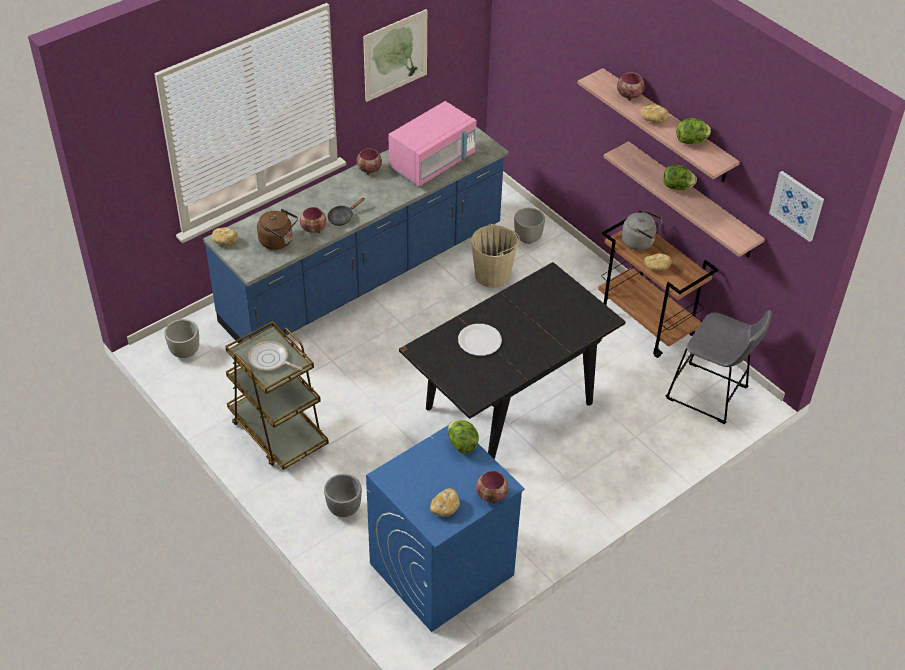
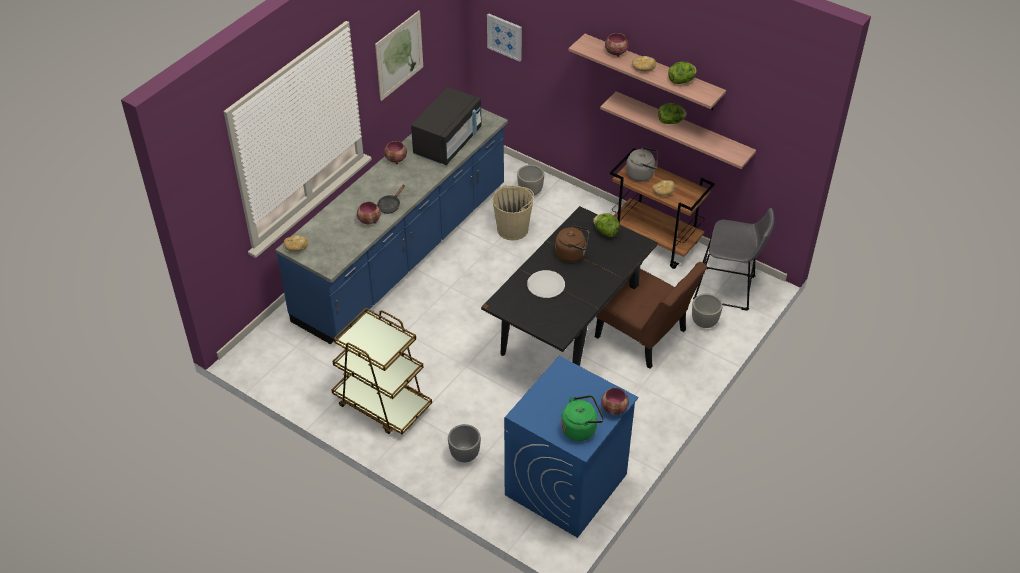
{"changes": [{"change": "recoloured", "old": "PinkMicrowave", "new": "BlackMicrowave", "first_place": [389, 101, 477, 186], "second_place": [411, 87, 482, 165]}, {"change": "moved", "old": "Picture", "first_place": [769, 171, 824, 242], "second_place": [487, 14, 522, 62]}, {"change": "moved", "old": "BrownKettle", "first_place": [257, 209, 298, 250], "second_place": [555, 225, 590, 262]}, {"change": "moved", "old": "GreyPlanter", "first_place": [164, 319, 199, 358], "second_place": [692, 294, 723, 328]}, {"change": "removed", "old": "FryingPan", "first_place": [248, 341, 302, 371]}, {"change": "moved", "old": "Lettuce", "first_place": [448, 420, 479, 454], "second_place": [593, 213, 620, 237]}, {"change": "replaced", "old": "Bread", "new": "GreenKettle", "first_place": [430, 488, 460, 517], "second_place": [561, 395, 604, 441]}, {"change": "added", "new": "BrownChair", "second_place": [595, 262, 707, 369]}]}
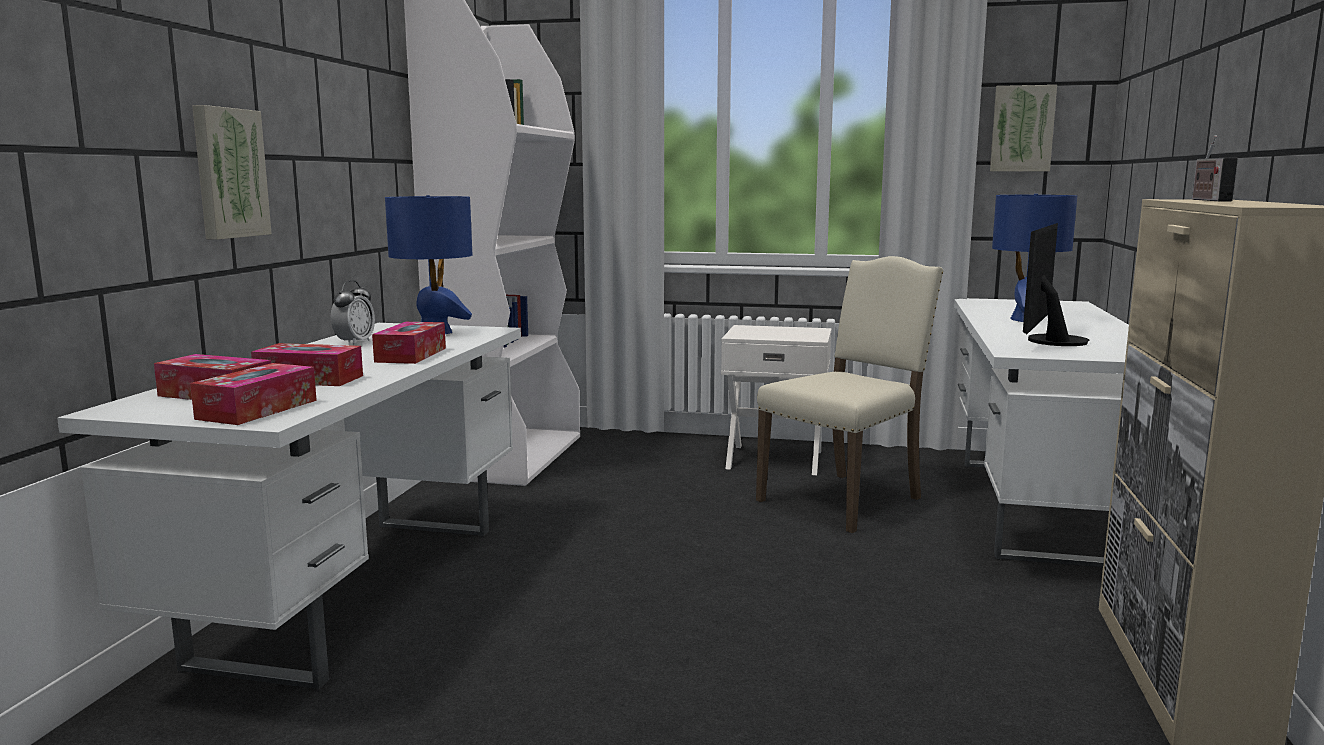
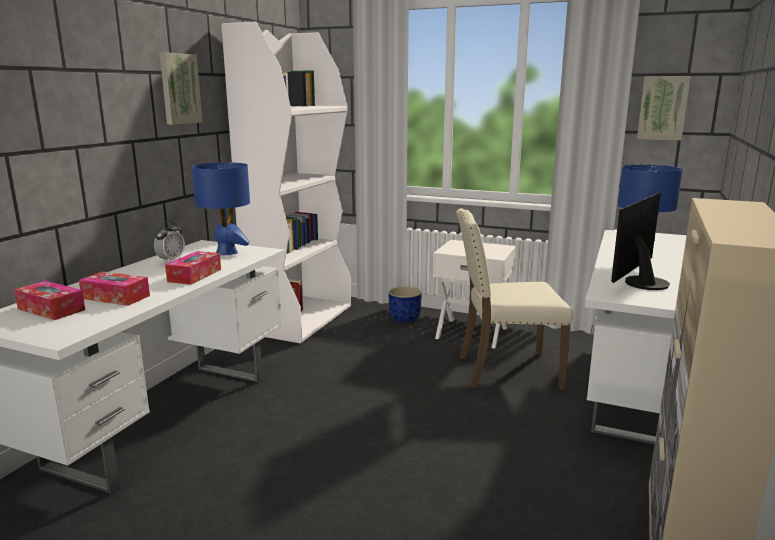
{"changes": [{"change": "moved", "old": "Picture", "first_place": [192, 105, 272, 240], "second_place": [159, 52, 203, 125]}, {"change": "removed", "old": "Radio", "first_place": [1192, 136, 1238, 201]}, {"change": "turned", "old": "BeigeChair", "first_place": [756, 256, 944, 533], "second_place": [456, 208, 574, 389], "degrees": -150}, {"change": "removed", "old": "TissueBox", "first_place": [190, 363, 317, 425]}, {"change": "added", "new": "BluePlanter", "second_place": [389, 286, 422, 323]}]}
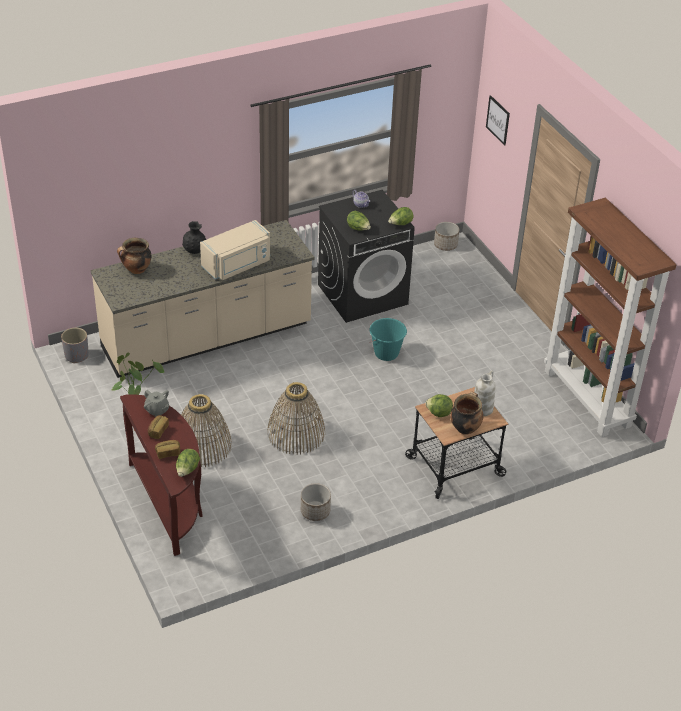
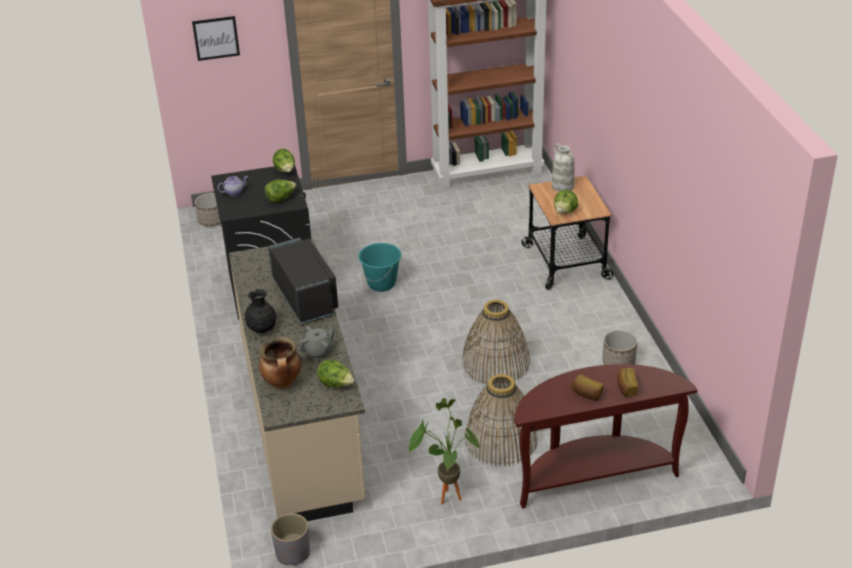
{"changes": [{"change": "recoloured", "old": "BeigeMicrowave", "new": "BlackMicrowave", "first_place": [200, 220, 270, 280], "second_place": [268, 237, 338, 324]}, {"change": "moved", "old": "GreyTeapot", "first_place": [144, 390, 169, 417], "second_place": [298, 326, 335, 360]}, {"change": "removed", "old": "CookingPot", "first_place": [450, 391, 483, 435]}, {"change": "moved", "old": "Lettuce", "first_place": [176, 449, 200, 477], "second_place": [317, 359, 355, 388]}]}
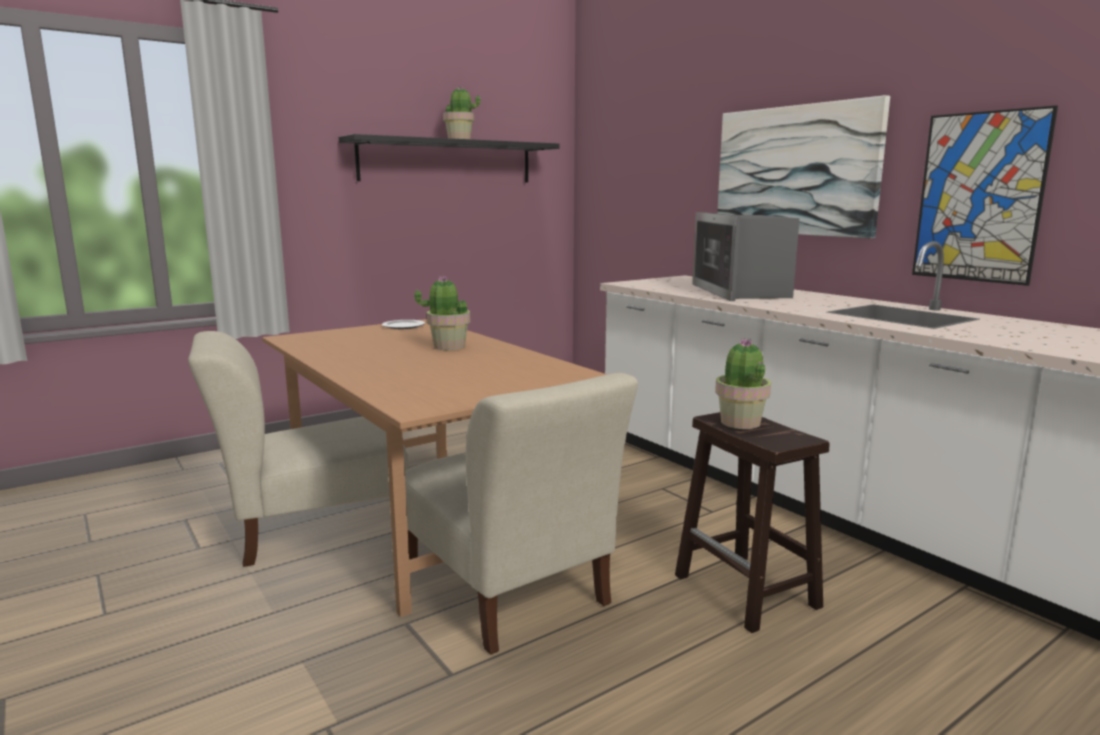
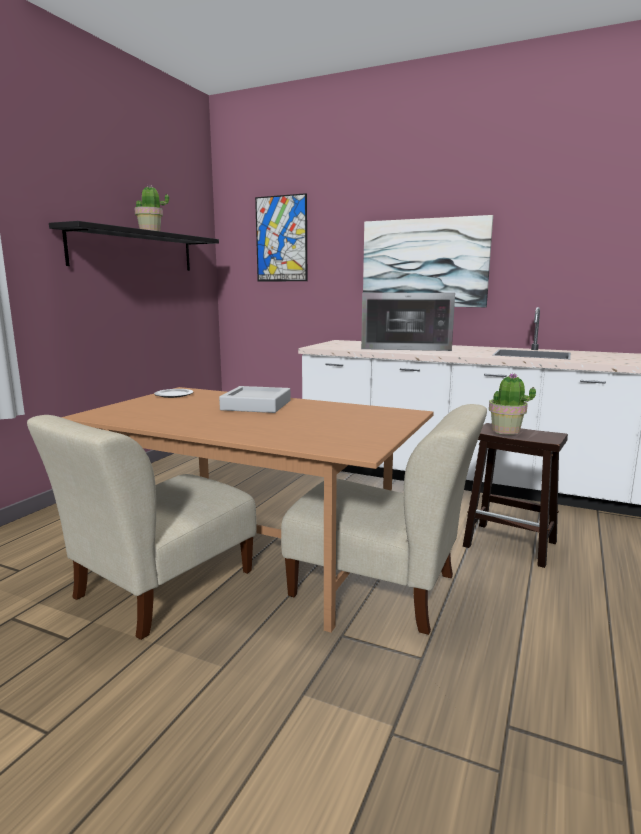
{"changes": [{"change": "moved", "old": "Picture", "first_place": [912, 105, 1058, 286], "second_place": [255, 193, 307, 281]}, {"change": "turned", "old": "Microwave", "first_place": [692, 212, 800, 301], "second_place": [361, 293, 455, 351], "degrees": -45}, {"change": "replaced", "old": "PottedPlant", "new": "GreyTray", "first_place": [414, 276, 470, 350], "second_place": [219, 386, 290, 413]}]}
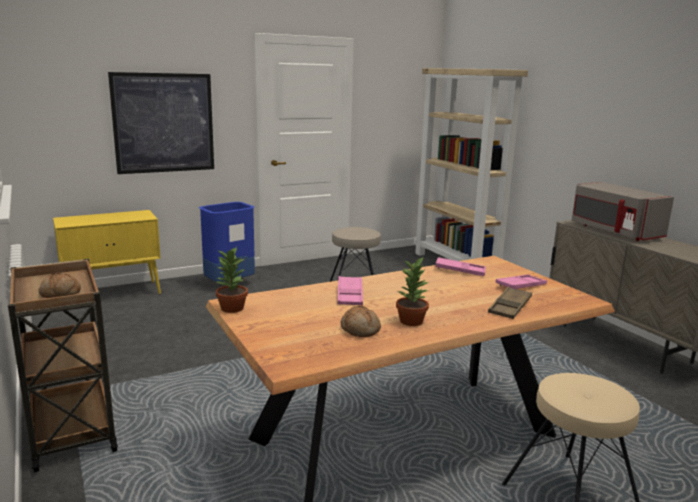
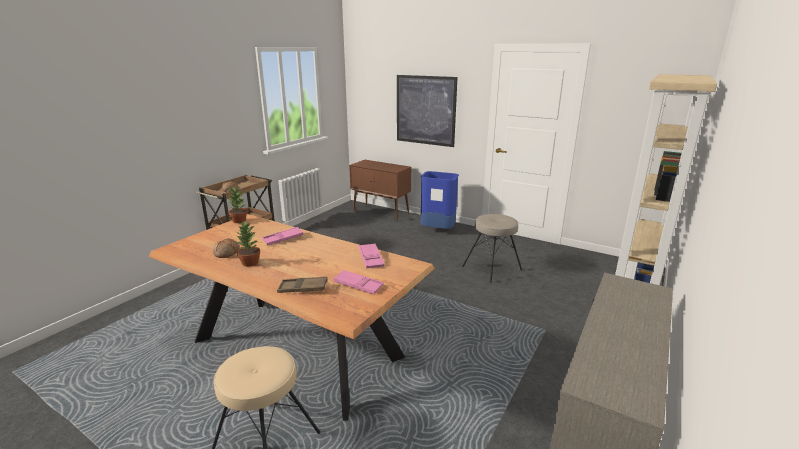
{"changes": [{"change": "removed", "old": "GreyMicrowave", "first_place": [572, 182, 674, 241]}, {"change": "recoloured", "old": "YellowCabinet", "new": "BrownCabinet", "first_place": [53, 210, 161, 294], "second_place": [349, 160, 411, 221]}]}
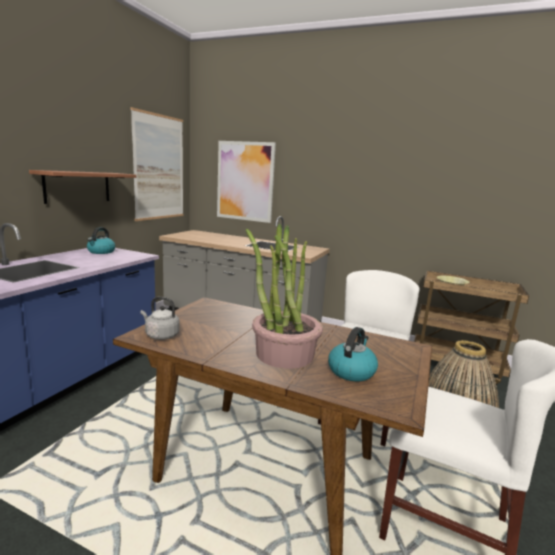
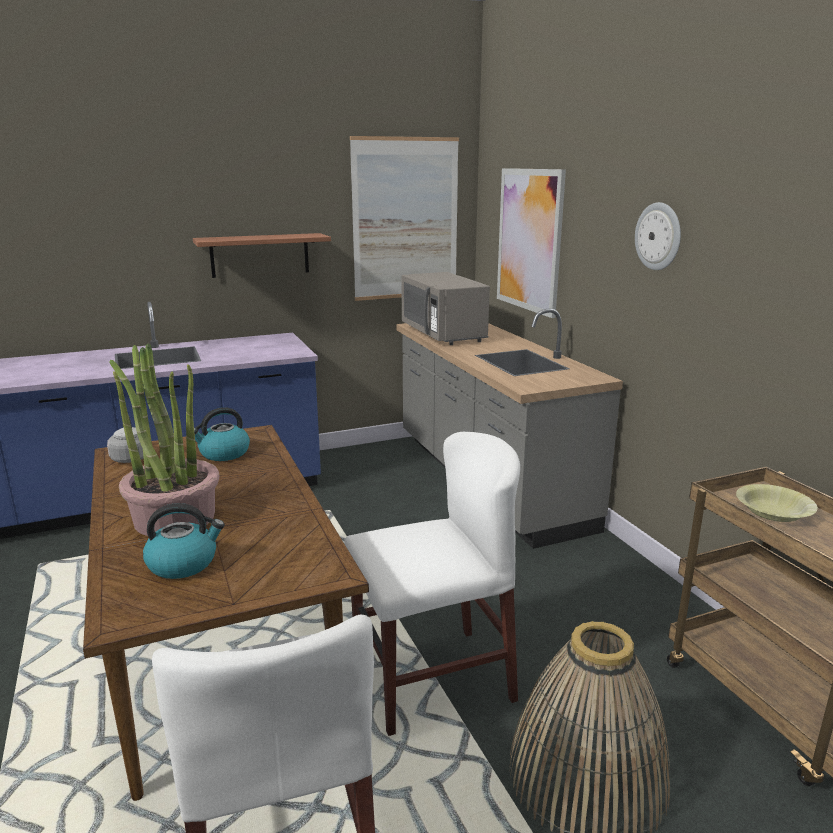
{"changes": [{"change": "moved", "old": "Kettle", "first_place": [87, 227, 115, 254], "second_place": [194, 407, 250, 461]}, {"change": "added", "new": "WallClock", "second_place": [635, 202, 681, 270]}, {"change": "added", "new": "GreyMicrowave", "second_place": [401, 272, 490, 345]}]}
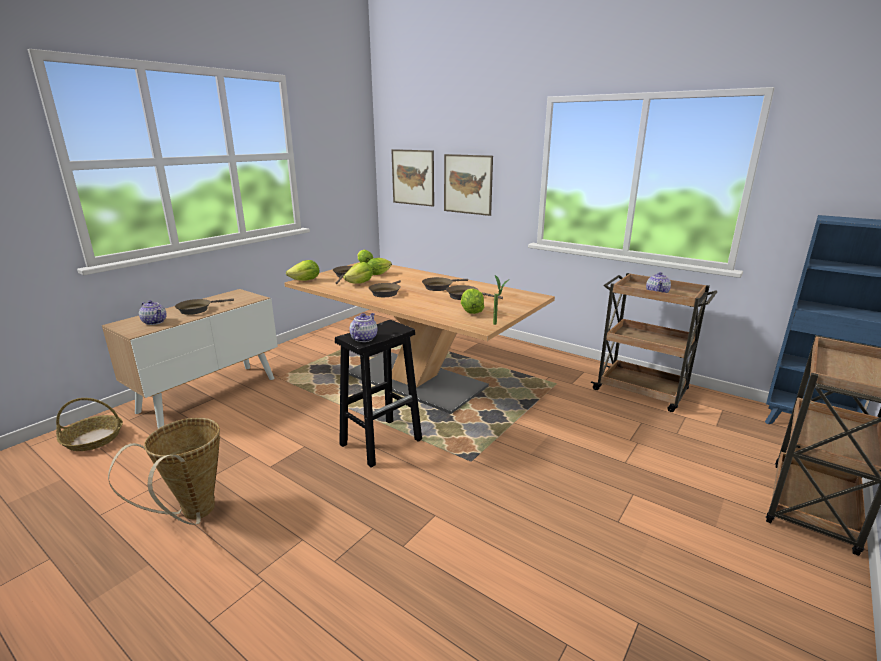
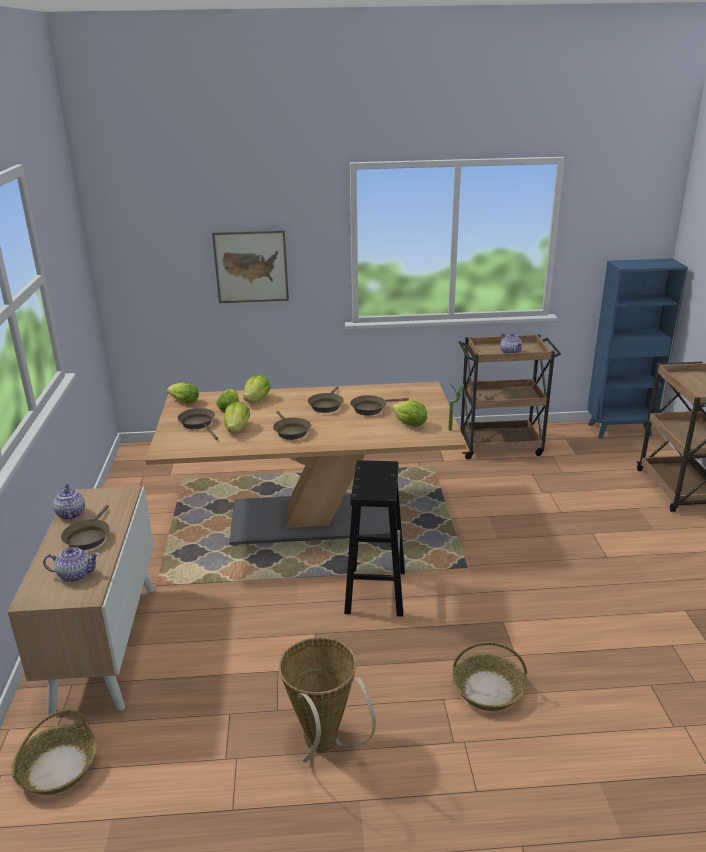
{"changes": [{"change": "removed", "old": "Picture", "first_place": [391, 149, 434, 207]}, {"change": "moved", "old": "Lettuce", "first_place": [286, 260, 319, 281], "second_place": [243, 375, 270, 402]}, {"change": "moved", "old": "Teapot", "first_place": [350, 313, 378, 342], "second_place": [53, 484, 85, 520]}, {"change": "added", "new": "Basket", "second_place": [453, 642, 527, 711]}]}
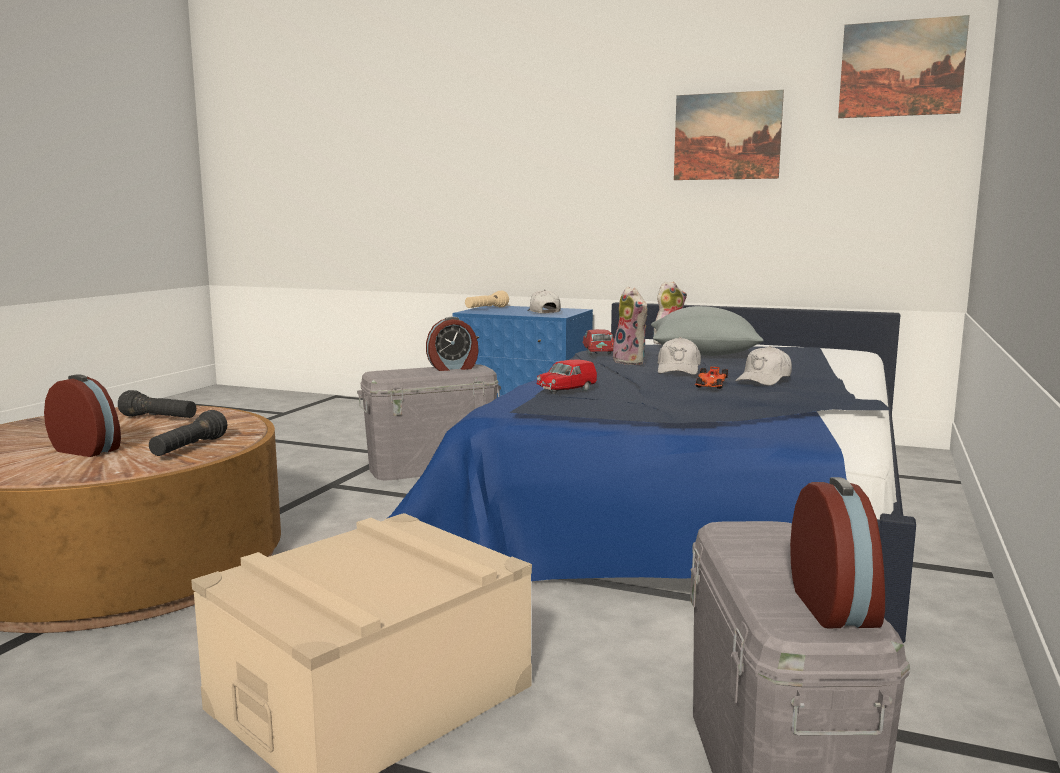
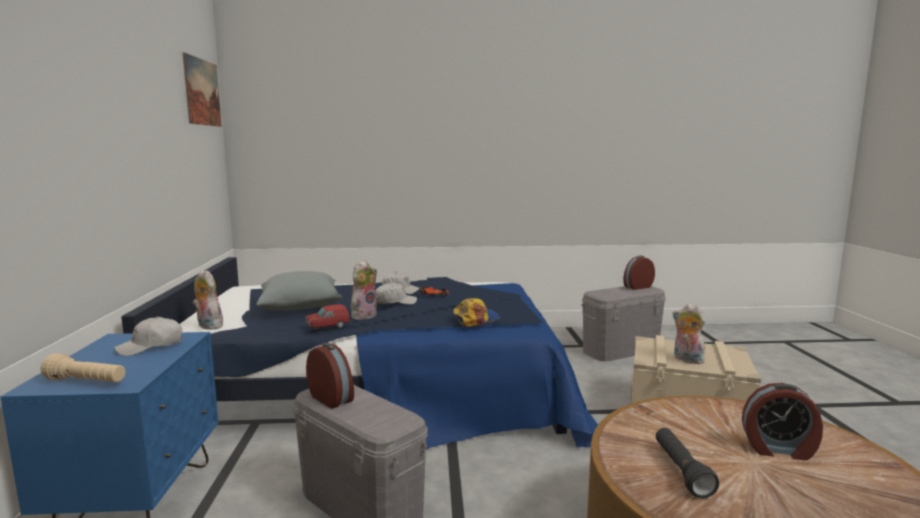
{"changes": [{"change": "removed", "old": "Picture", "first_place": [674, 90, 784, 180]}, {"change": "replaced", "old": "RedToyCar", "new": "Cap", "first_place": [537, 360, 597, 394], "second_place": [453, 298, 500, 327]}, {"change": "turned", "old": "AlarmClock", "first_place": [44, 374, 121, 457], "second_place": [742, 383, 823, 461], "degrees": -75}, {"change": "removed", "old": "BlackFlashlight", "first_place": [149, 410, 227, 456]}, {"change": "added", "new": "PlushToy", "second_place": [673, 304, 705, 364]}]}
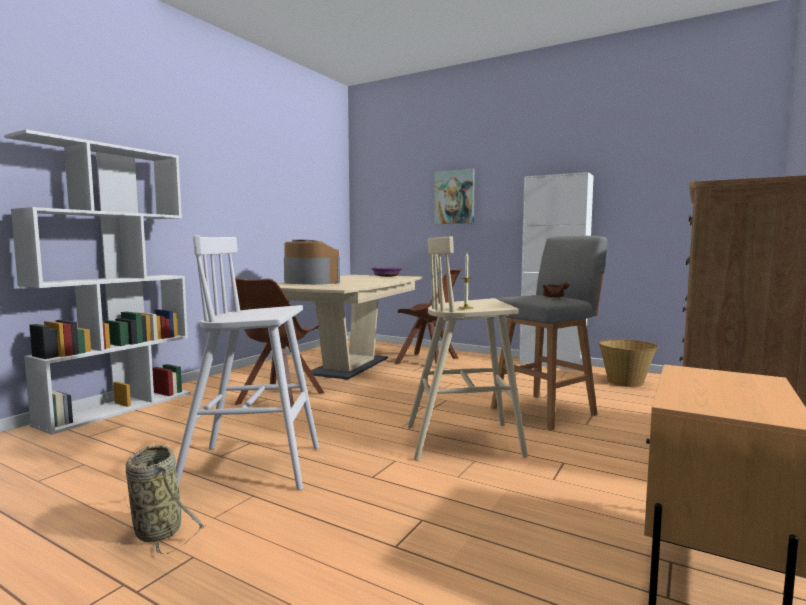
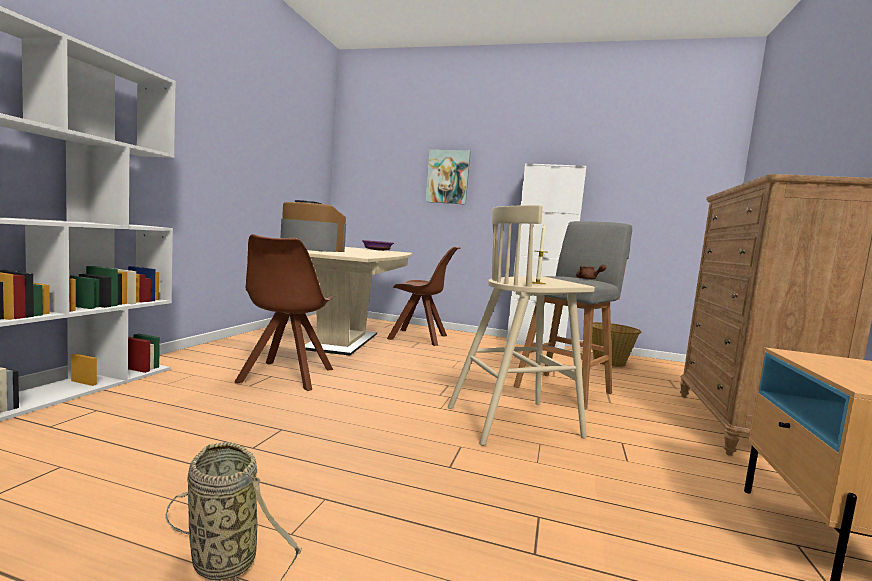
{"changes": [{"change": "removed", "old": "WhiteStool", "first_place": [176, 235, 319, 490]}]}
